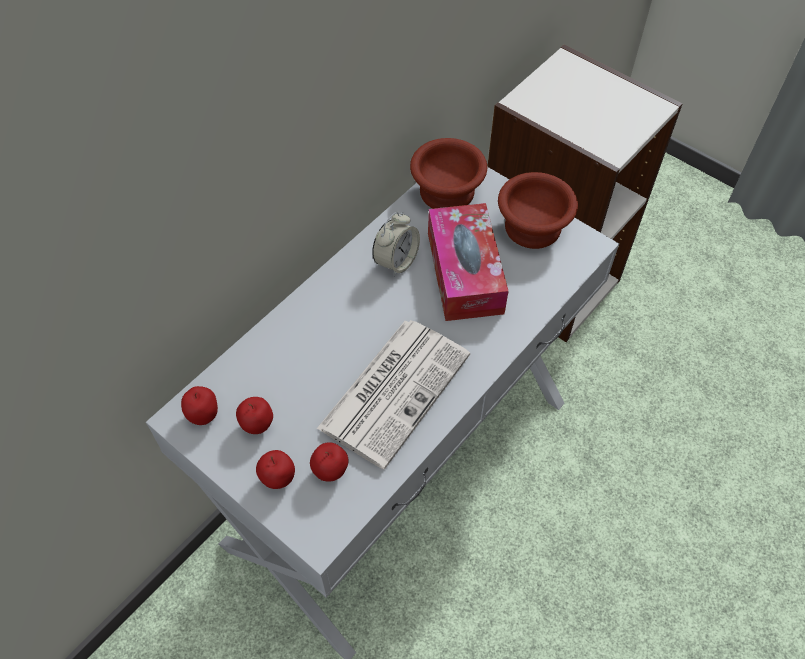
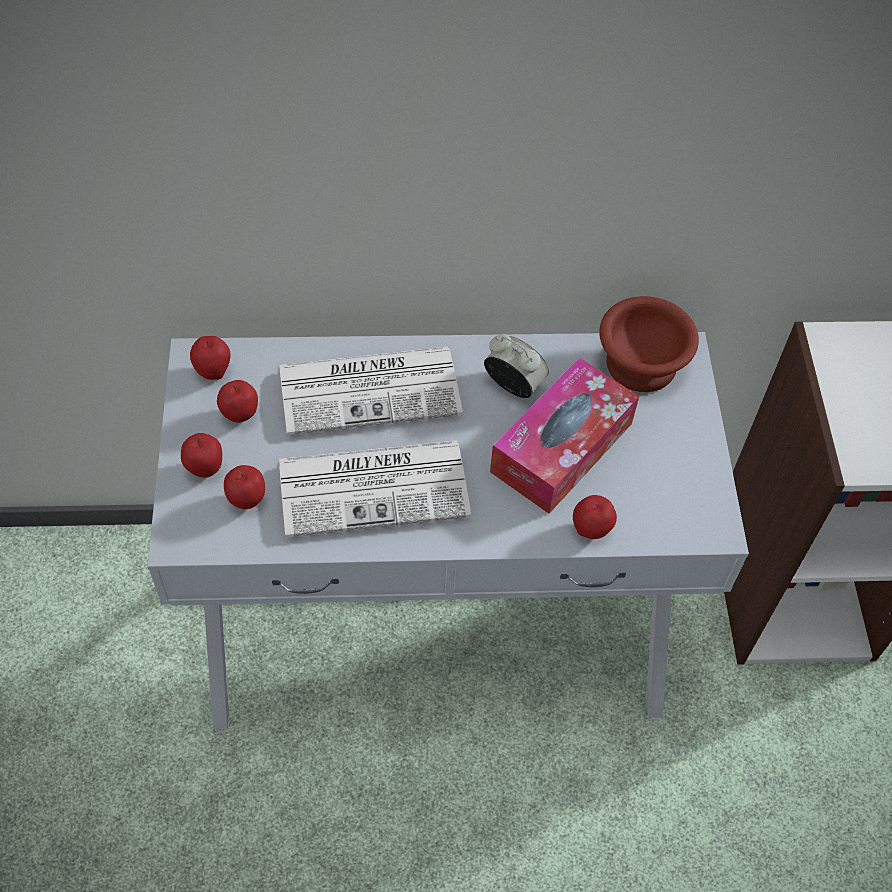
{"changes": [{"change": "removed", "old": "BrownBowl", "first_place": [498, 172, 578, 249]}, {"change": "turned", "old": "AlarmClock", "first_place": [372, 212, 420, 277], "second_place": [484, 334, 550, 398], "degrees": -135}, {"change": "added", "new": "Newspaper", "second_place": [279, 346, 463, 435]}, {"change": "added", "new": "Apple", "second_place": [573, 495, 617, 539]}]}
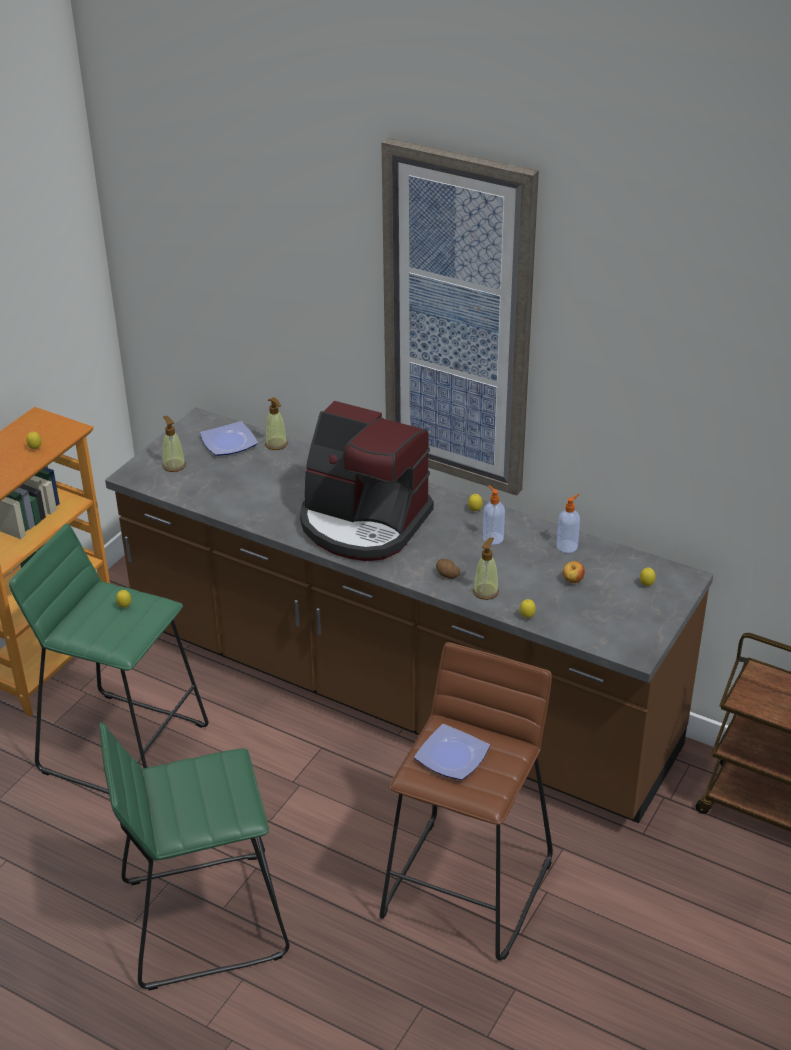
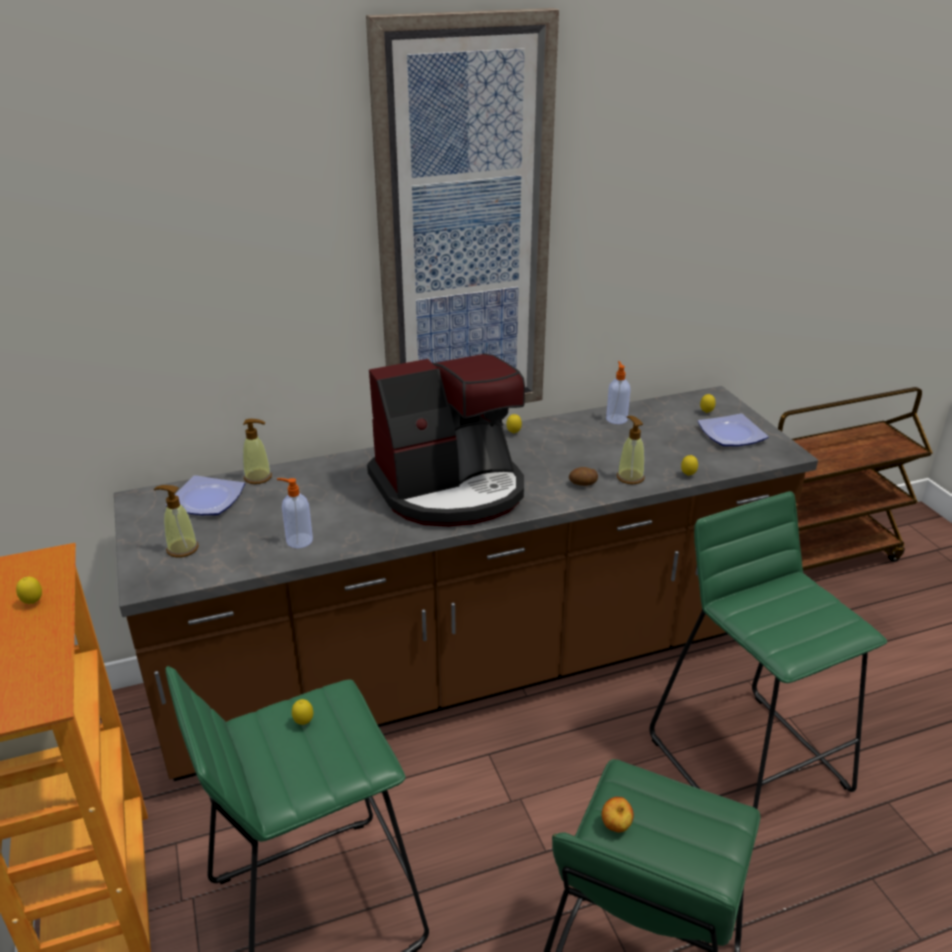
{"changes": [{"change": "moved", "old": "SoapDispenser", "first_place": [483, 485, 505, 545], "second_place": [277, 478, 313, 548]}, {"change": "moved", "old": "Apple", "first_place": [563, 561, 585, 583], "second_place": [602, 797, 634, 832]}, {"change": "recoloured", "old": "BrownStool", "new": "GreenStool", "first_place": [380, 642, 553, 960], "second_place": [649, 491, 887, 809]}, {"change": "moved", "old": "Plate", "first_place": [414, 724, 490, 780], "second_place": [698, 414, 769, 446]}]}
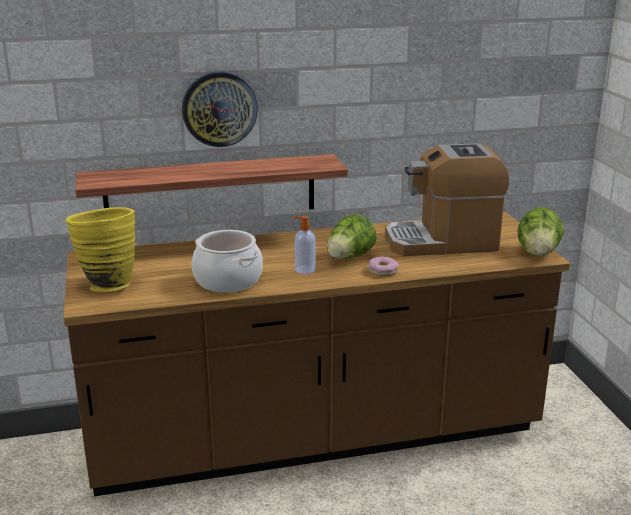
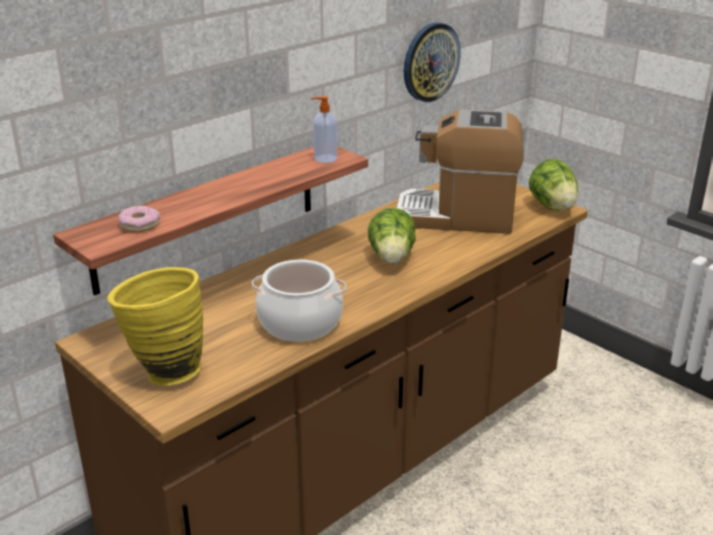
{"changes": [{"change": "moved", "old": "WallClock", "first_place": [182, 71, 258, 147], "second_place": [404, 22, 461, 102]}, {"change": "turned", "old": "CoffeeMachine", "first_place": [385, 143, 509, 256], "second_place": [396, 109, 523, 234], "degrees": 45}, {"change": "moved", "old": "SoapDispenser", "first_place": [293, 216, 316, 274], "second_place": [311, 96, 337, 163]}, {"change": "moved", "old": "Donut", "first_place": [368, 256, 399, 276], "second_place": [118, 205, 160, 232]}]}
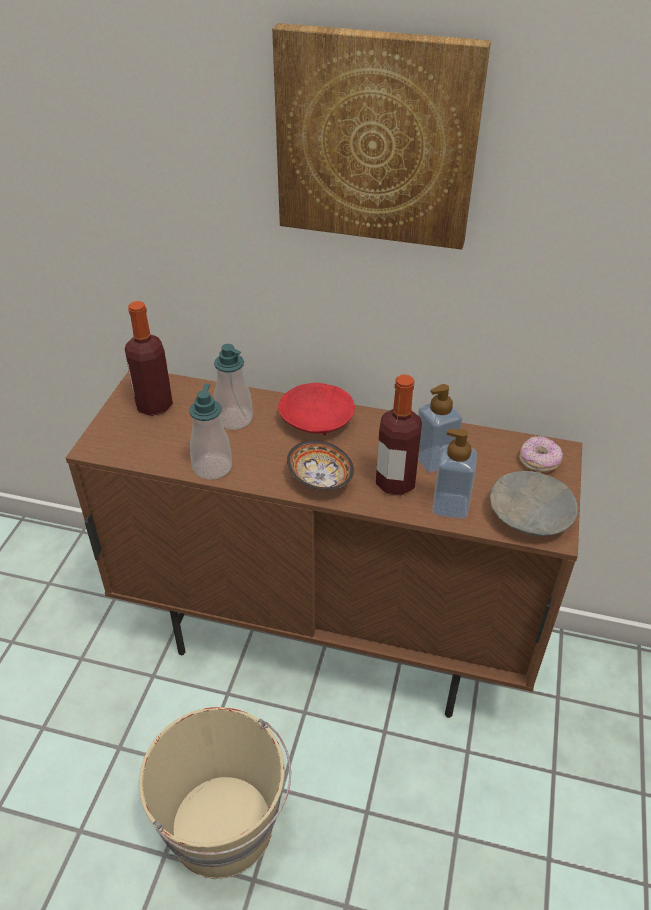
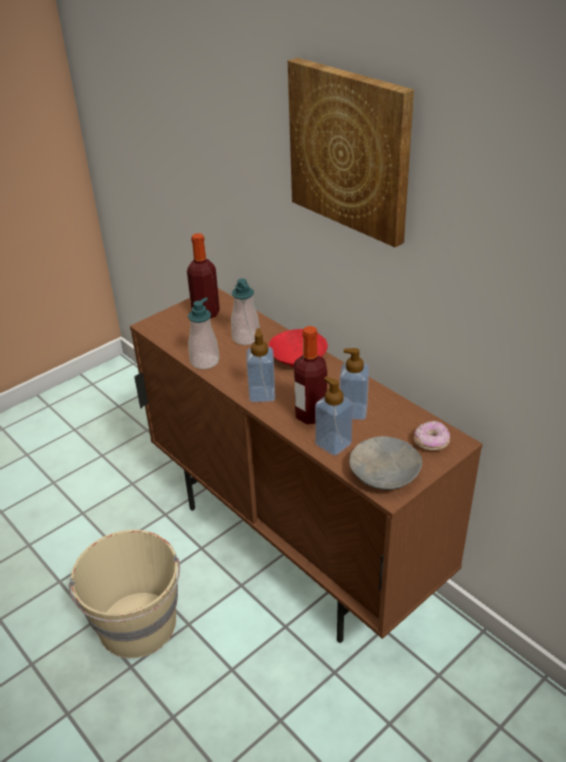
{"changes": [{"change": "replaced", "old": "Bowl", "new": "SoapDispenser", "first_place": [287, 441, 354, 490], "second_place": [246, 328, 276, 402]}]}
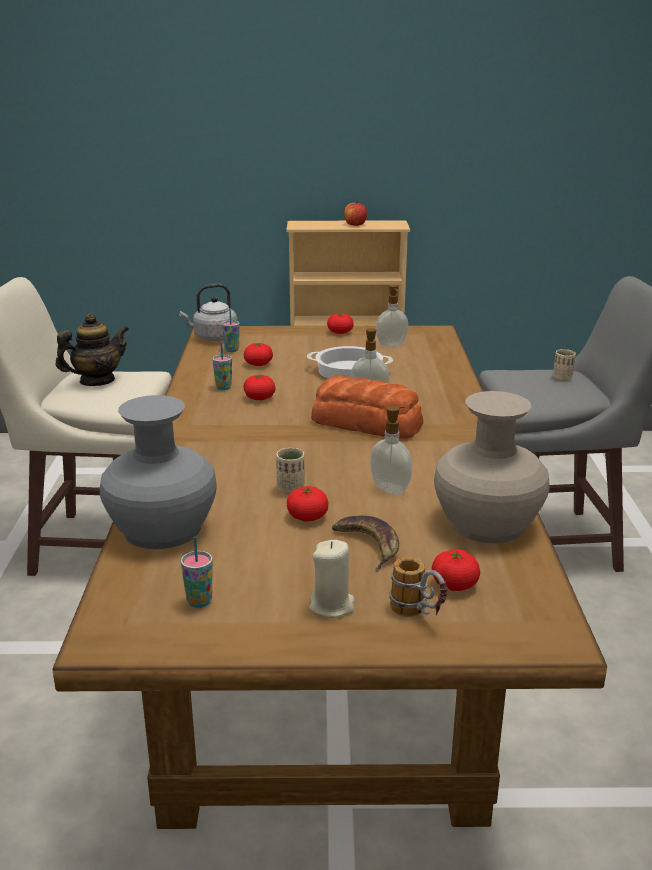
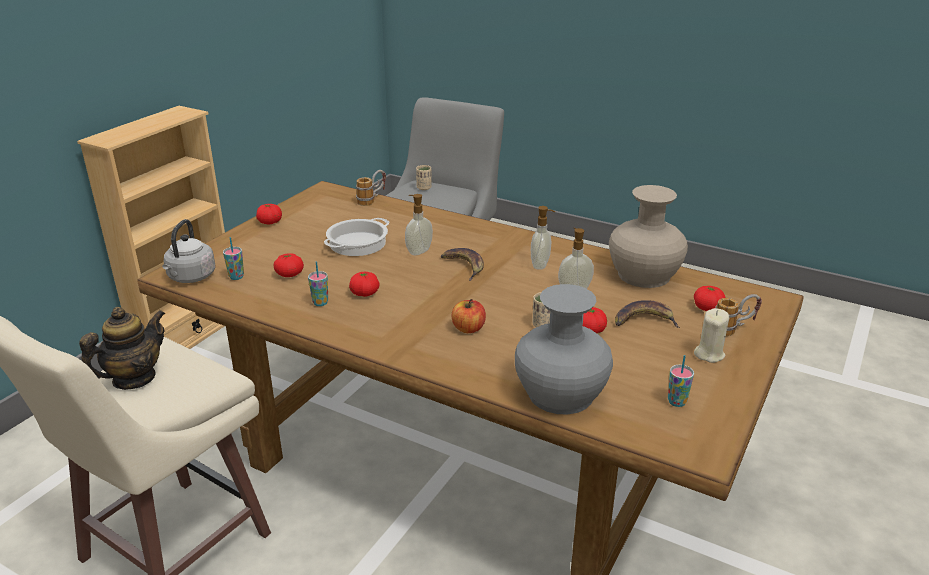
{"changes": [{"change": "moved", "old": "Apple", "first_place": [344, 201, 367, 226], "second_place": [452, 299, 486, 333]}, {"change": "moved", "old": "SoapDispenser", "first_place": [376, 285, 408, 347], "second_place": [531, 206, 555, 270]}, {"change": "turned", "old": "Teapot", "first_place": [56, 313, 129, 386], "second_place": [79, 307, 165, 390], "degrees": 45}, {"change": "replaced", "old": "Bread", "new": "Banana", "first_place": [311, 375, 423, 439], "second_place": [441, 248, 484, 281]}, {"change": "added", "new": "Mug", "second_place": [356, 170, 386, 206]}]}
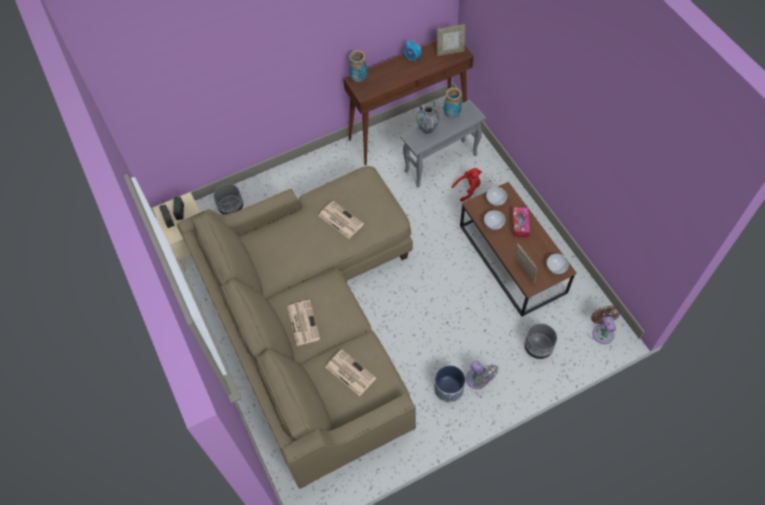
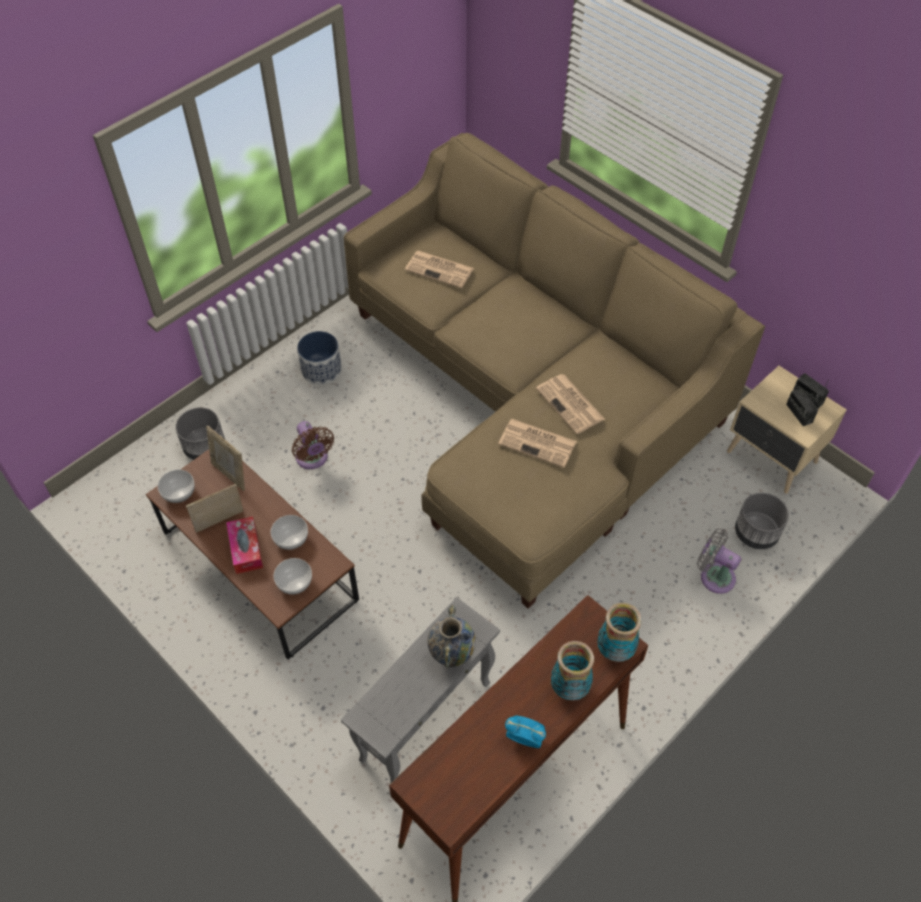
{"changes": [{"change": "moved", "old": "PictureFrame", "first_place": [437, 24, 466, 56], "second_place": [186, 484, 243, 533]}, {"change": "moved", "old": "Vase", "first_place": [443, 87, 462, 118], "second_place": [551, 641, 594, 700]}, {"change": "removed", "old": "RedPlushToy", "first_place": [452, 168, 482, 202]}, {"change": "moved", "old": "Newspaper", "first_place": [288, 300, 320, 346], "second_place": [536, 374, 605, 434]}, {"change": "moved", "old": "BrownFan", "first_place": [591, 306, 621, 344], "second_place": [292, 421, 334, 469]}, {"change": "moved", "old": "GreyFan", "first_place": [466, 360, 498, 389], "second_place": [697, 528, 741, 594]}]}
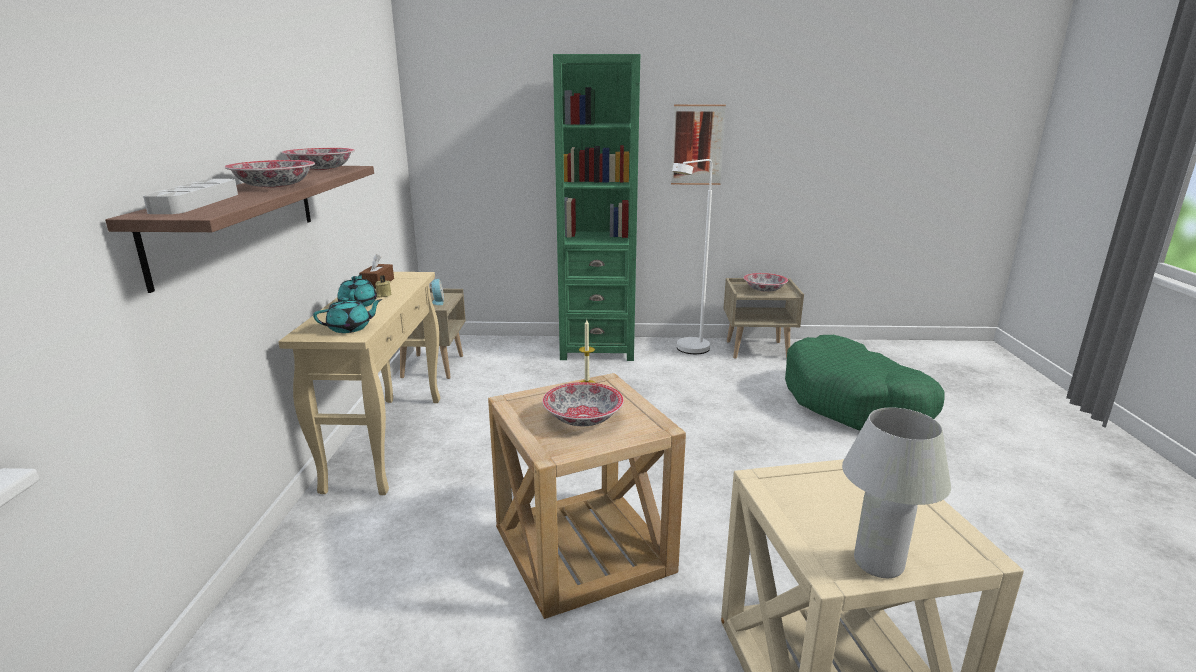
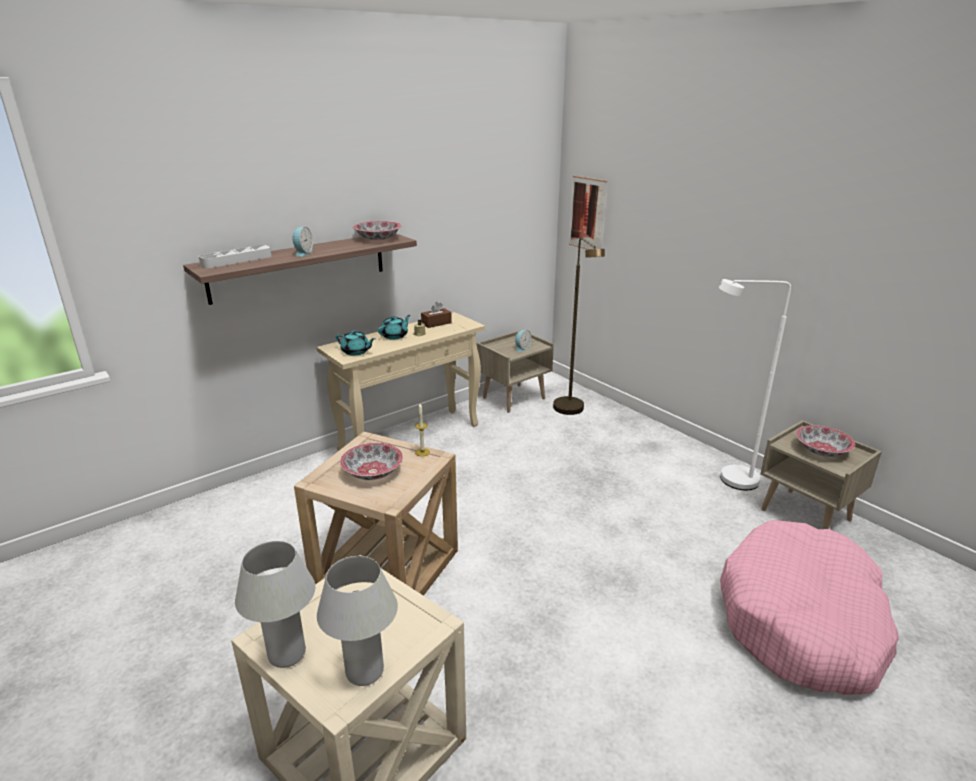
{"changes": [{"change": "removed", "old": "GreenBookcase", "first_place": [553, 54, 640, 361]}, {"change": "moved", "old": "Picture", "first_place": [671, 105, 726, 185], "second_place": [569, 176, 608, 250]}, {"change": "replaced", "old": "Bowl", "new": "AlarmClock", "first_place": [225, 160, 315, 188], "second_place": [292, 226, 313, 257]}, {"change": "recoloured", "old": "GreenDogBed", "new": "PinkDogBed", "first_place": [785, 335, 945, 431], "second_place": [720, 520, 899, 695]}, {"change": "added", "new": "BrownFloorLamp", "second_place": [553, 238, 605, 415]}, {"change": "added", "new": "WhiteTableLamp", "second_place": [317, 556, 398, 686]}]}
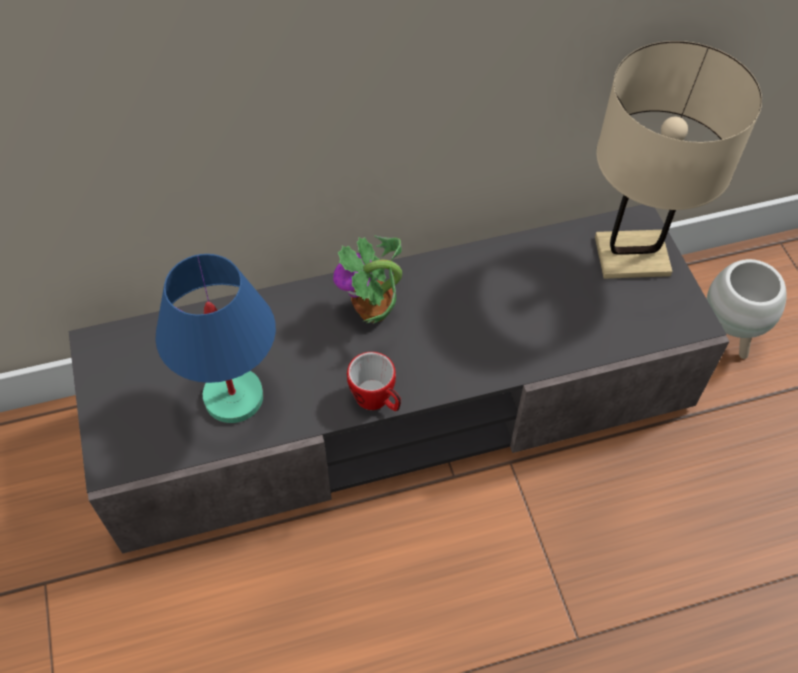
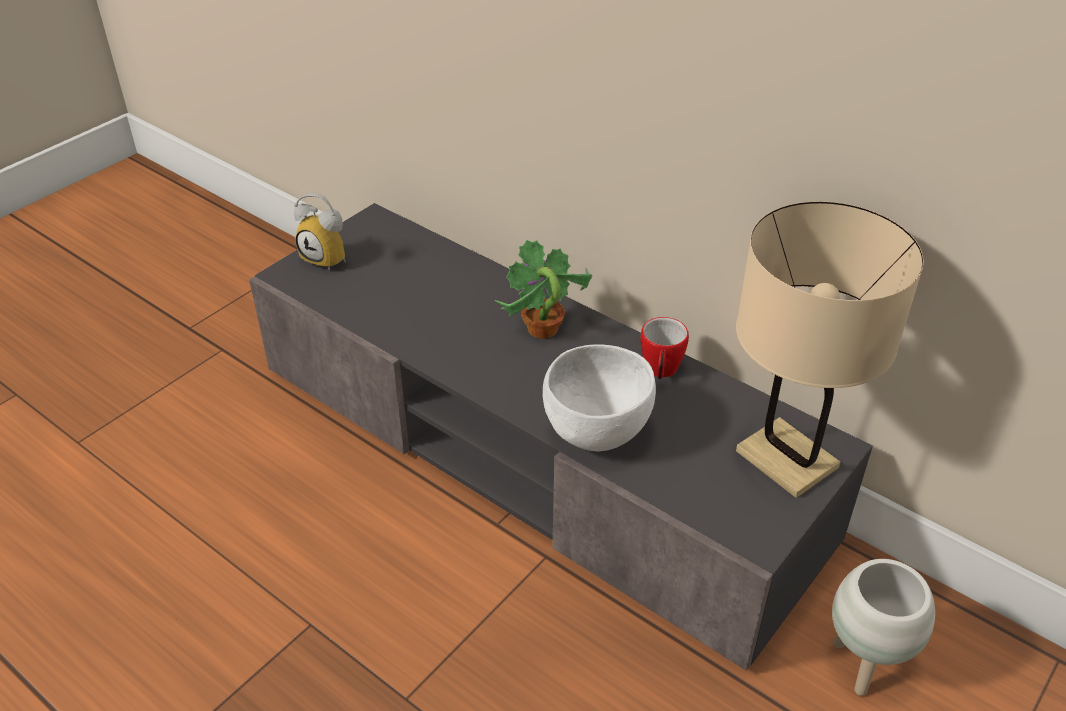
{"changes": [{"change": "removed", "old": "BlueTableLamp", "first_place": [155, 254, 276, 423]}, {"change": "moved", "old": "Mug", "first_place": [347, 352, 401, 411], "second_place": [640, 317, 689, 379]}, {"change": "added", "new": "AlarmClock", "second_place": [294, 192, 346, 271]}, {"change": "added", "new": "WhiteBowl", "second_place": [543, 344, 656, 451]}]}
